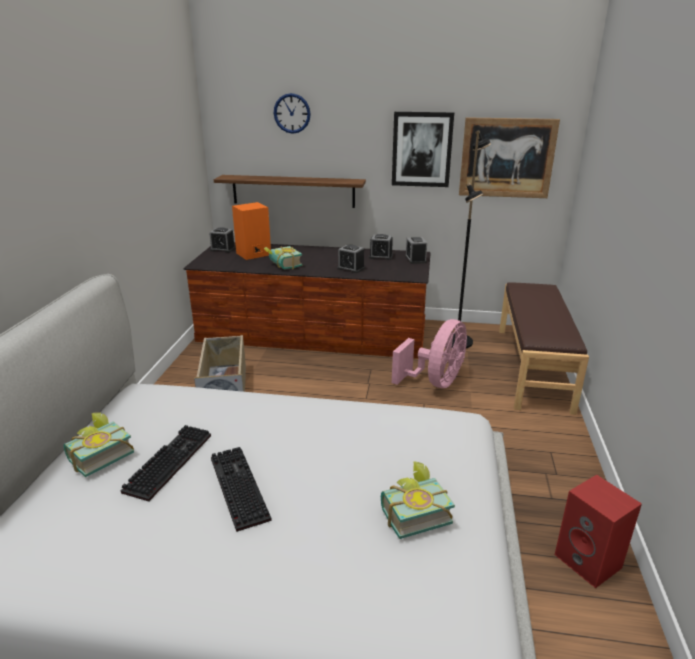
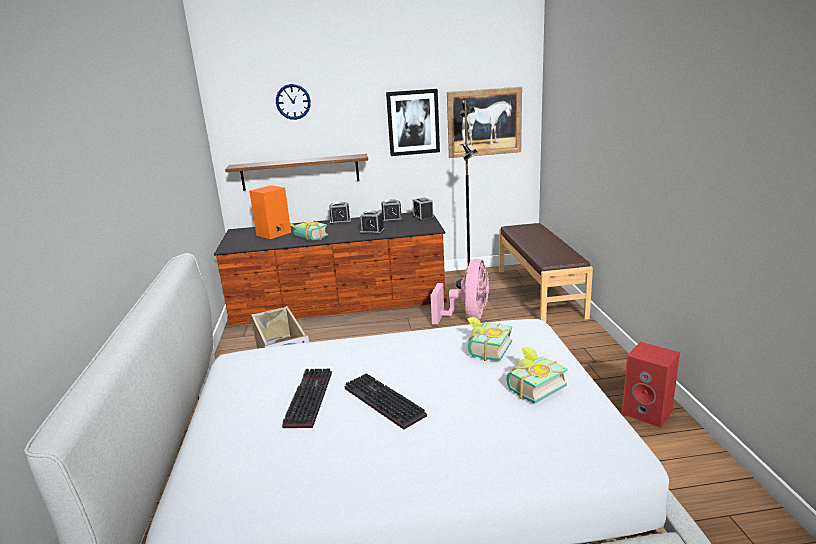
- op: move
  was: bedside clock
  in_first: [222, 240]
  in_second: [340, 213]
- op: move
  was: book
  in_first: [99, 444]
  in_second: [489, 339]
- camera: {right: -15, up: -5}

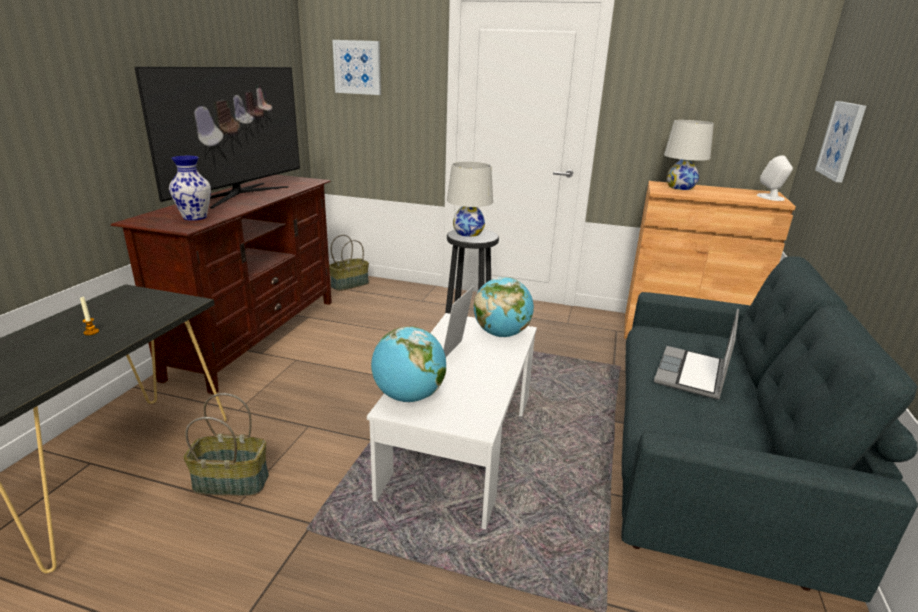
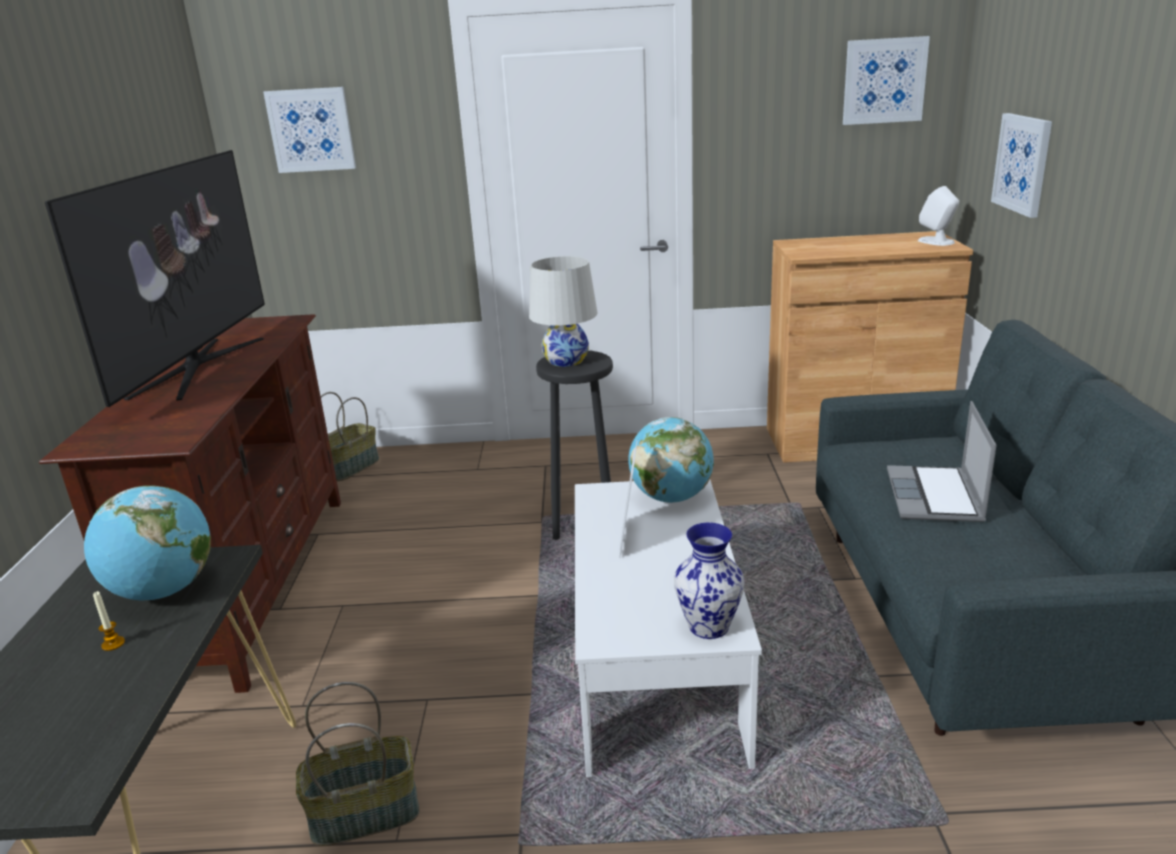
- op: delete
  was: white tabletop lamp
  in_first: [689, 155]
- op: move
  was: flower vase
  in_first: [190, 188]
  in_second: [709, 581]
- op: move
  was: globe
  in_first: [408, 364]
  in_second: [147, 543]
- op: insert
  now: wall picture
  in_second: [886, 80]
- camera: {right: -15, up: 0}

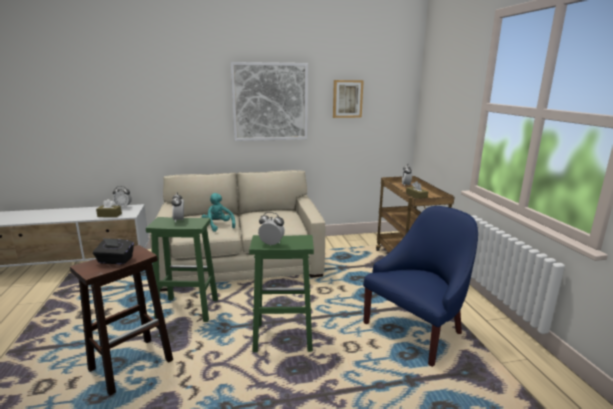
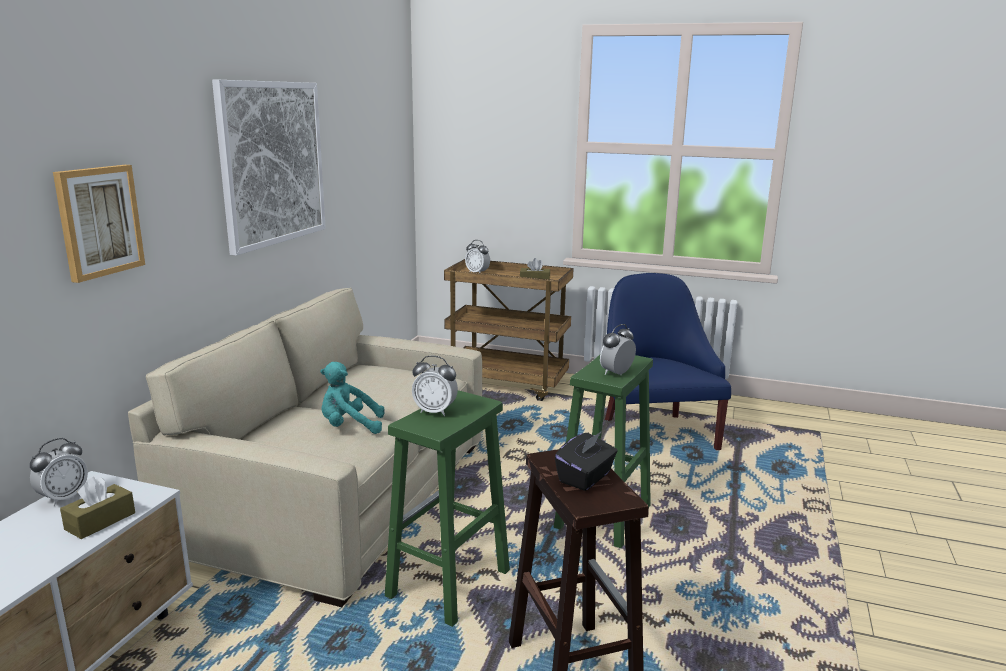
- op: move
  was: wall picture
  in_first: [348, 99]
  in_second: [99, 224]
- camera: {right: -60, up: 0}

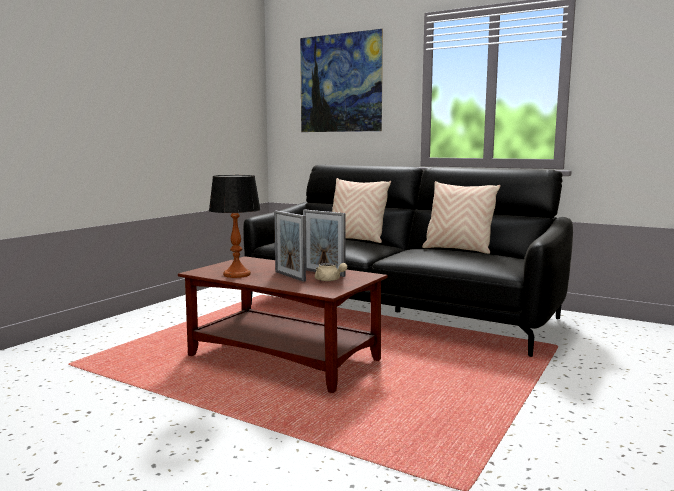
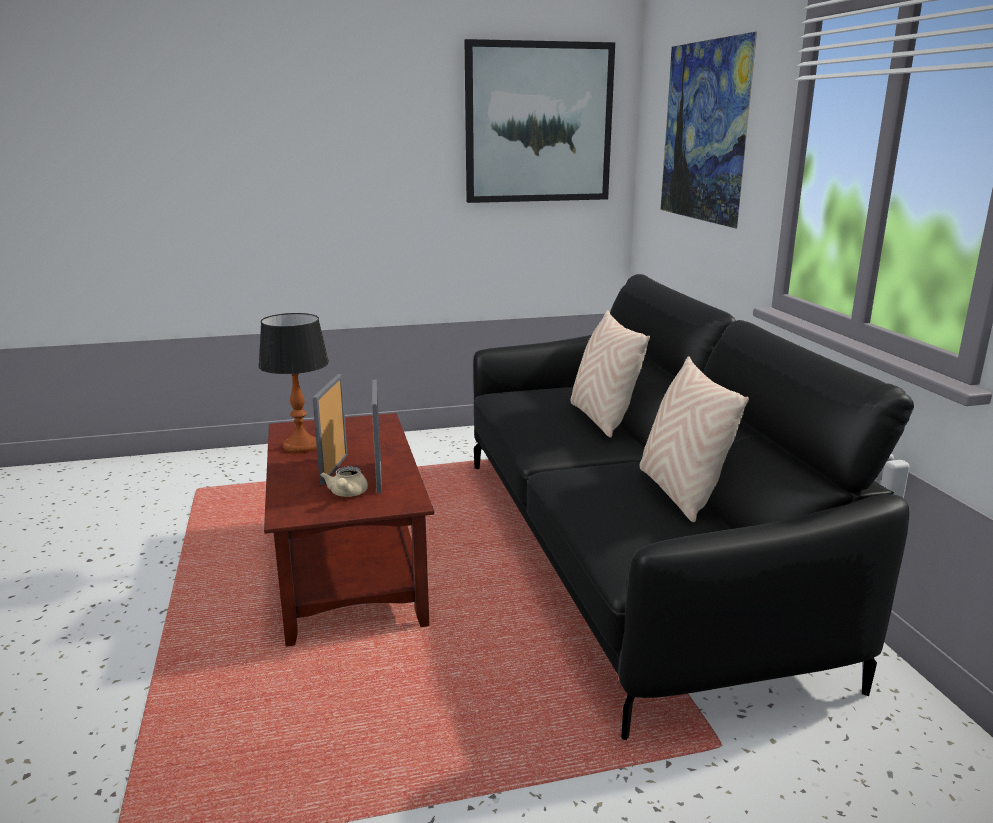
- op: insert
  now: wall picture
  in_second: [540, 121]
- camera: {right: 45, up: 10}

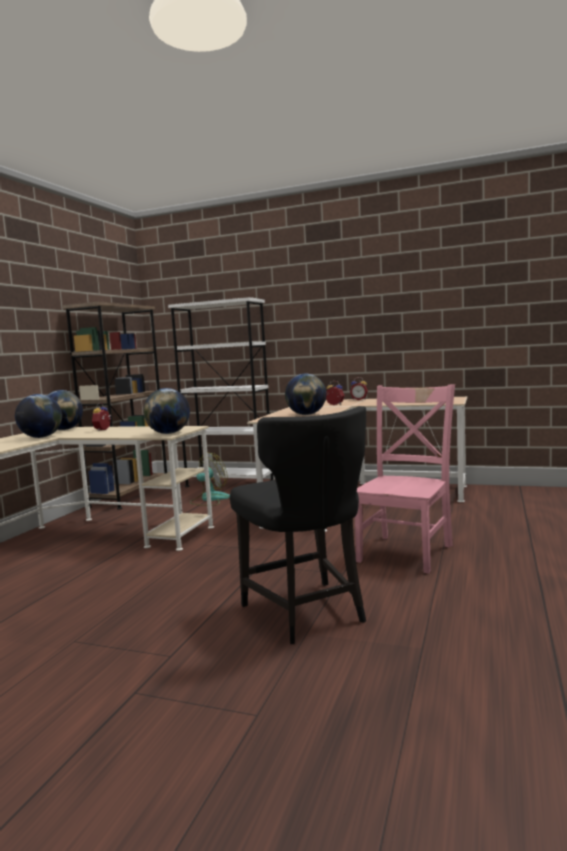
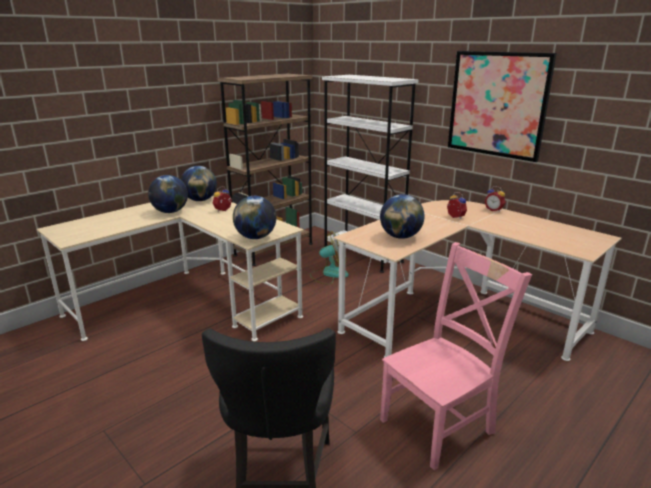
- op: insert
  now: wall picture
  in_second: [502, 106]
- camera: {right: 25, up: 15}

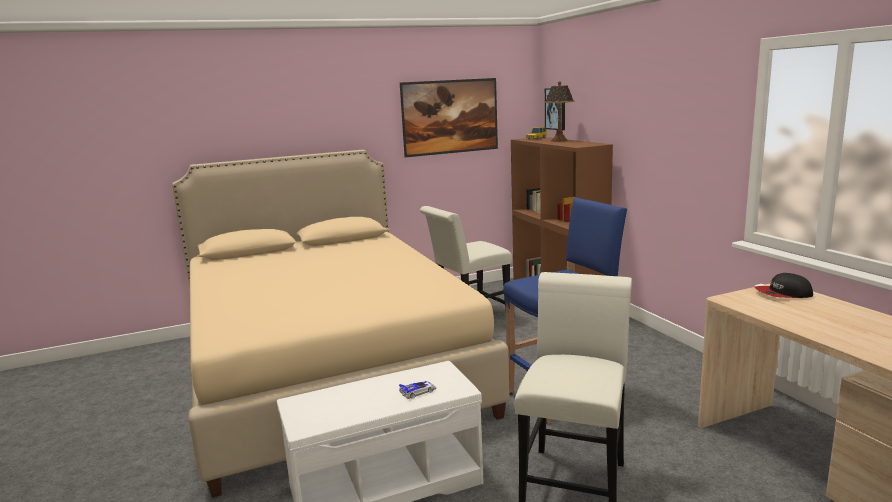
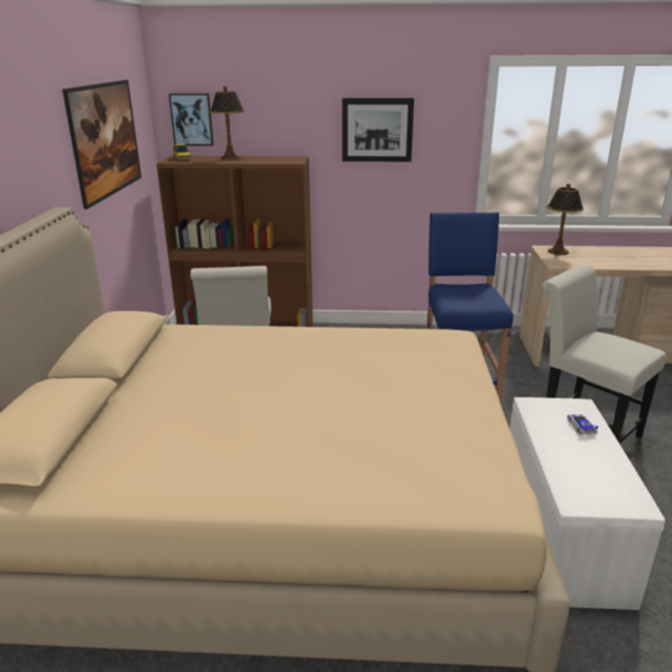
- op: replace
  was: baseball cap
  now: tabletop lamp
  in_first: [783, 285]
  in_second: [565, 219]
- op: insert
  now: wall picture
  in_second: [378, 130]
- camera: {right: -65, up: 10}

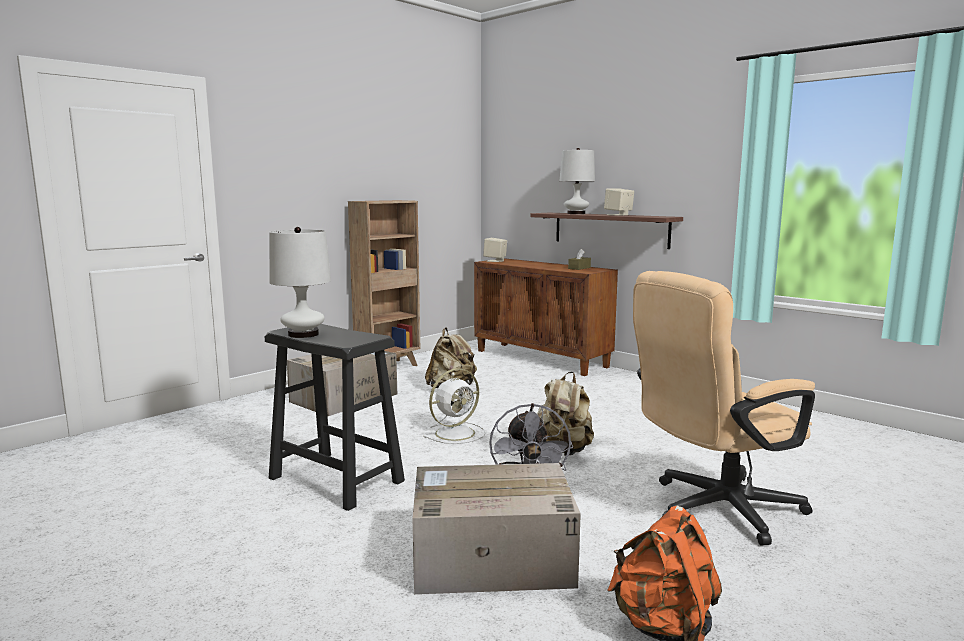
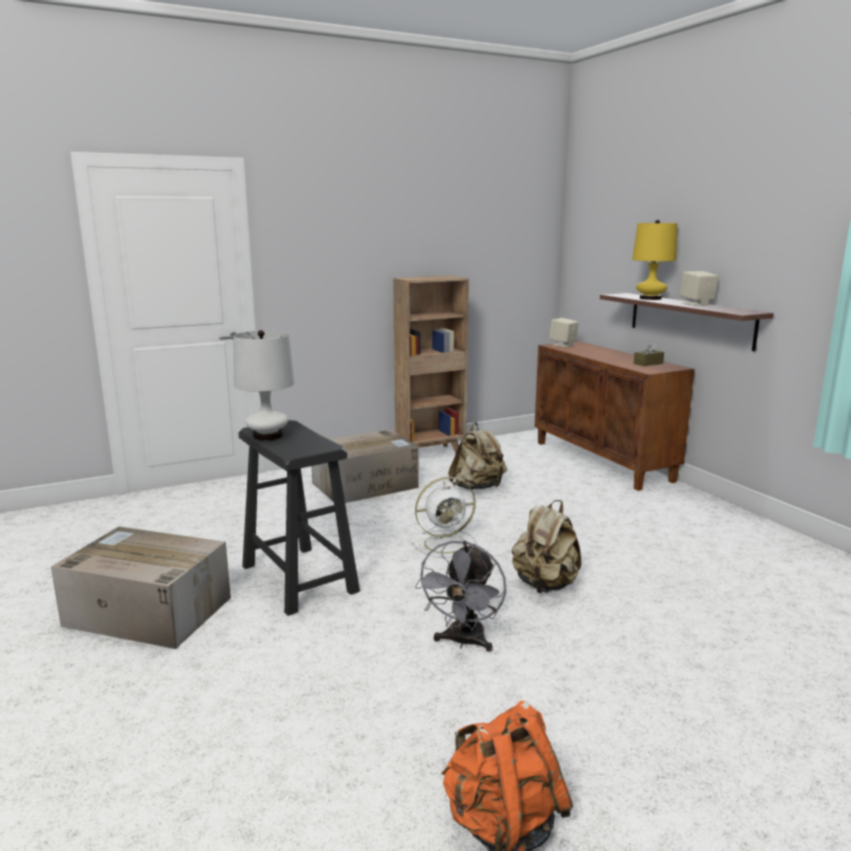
- op: recolor
  was: white tabletop lamp
  now: yellow-coloured tabletop lamp
  in_first: [577, 181]
  in_second: [655, 260]
- op: delete
  was: sand-coloured office chair
  in_first: [724, 408]
- op: move
  was: cardboard box
  in_first: [496, 528]
  in_second: [141, 587]
- camera: {right: 20, up: 5}

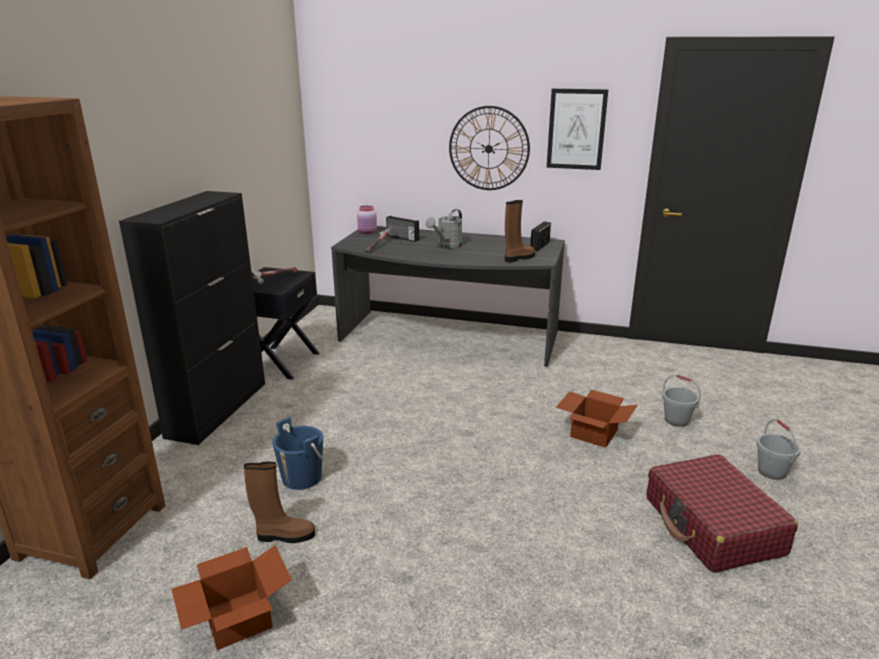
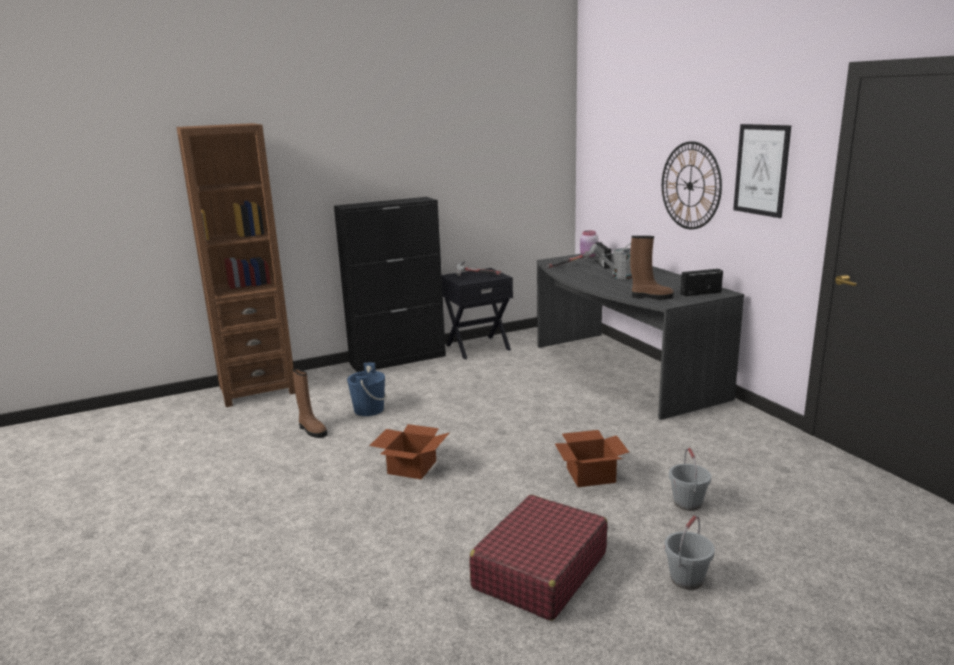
- op: move
  was: cardboard box
  in_first: [232, 597]
  in_second: [409, 451]
- camera: {right: 50, up: -5}

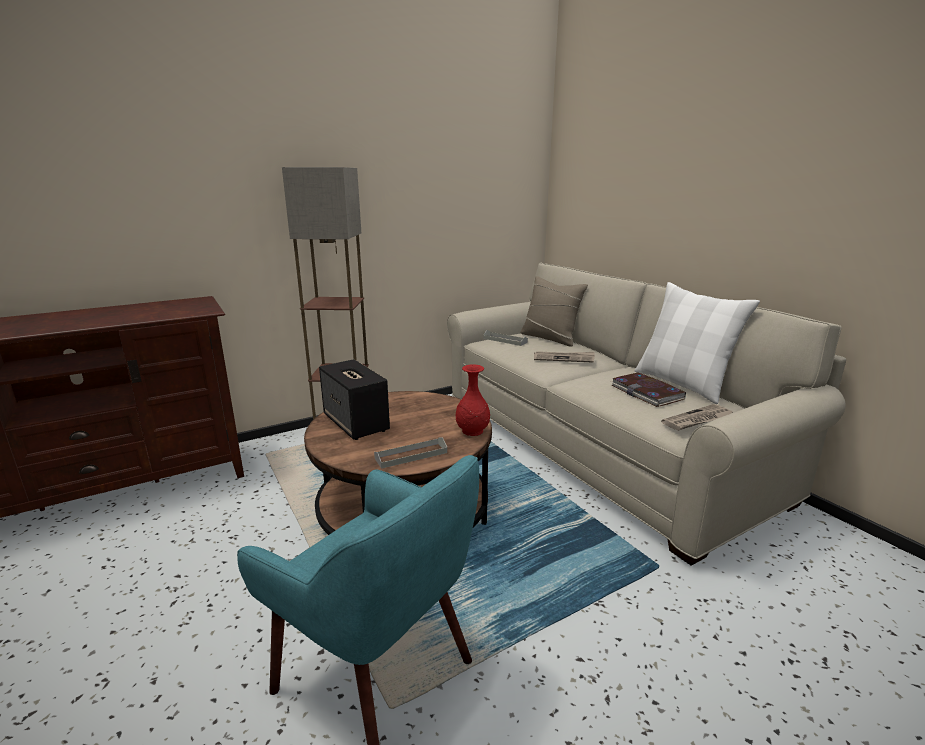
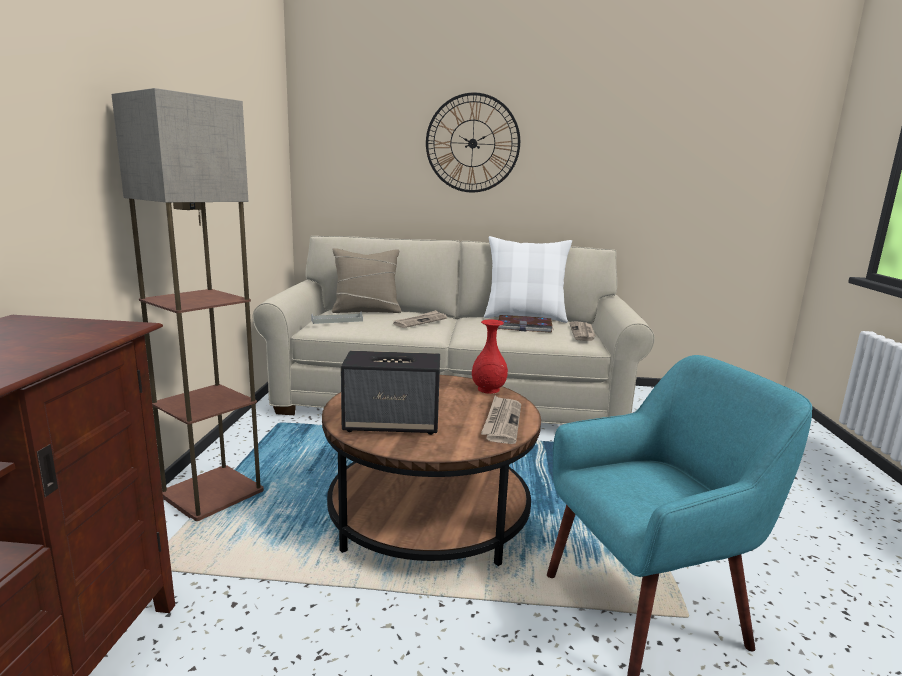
- op: replace
  was: gray carrying tray
  now: daily paper
  in_first: [410, 453]
  in_second: [501, 420]
- op: insert
  now: hanging clock
  in_second: [473, 143]
- camera: {right: -55, up: -5}

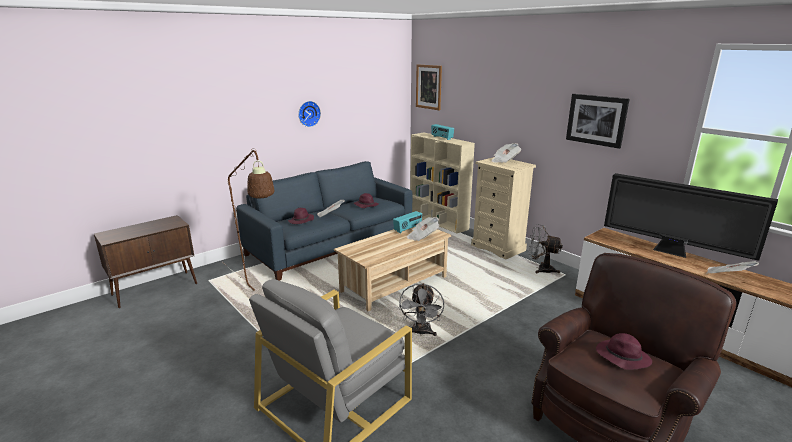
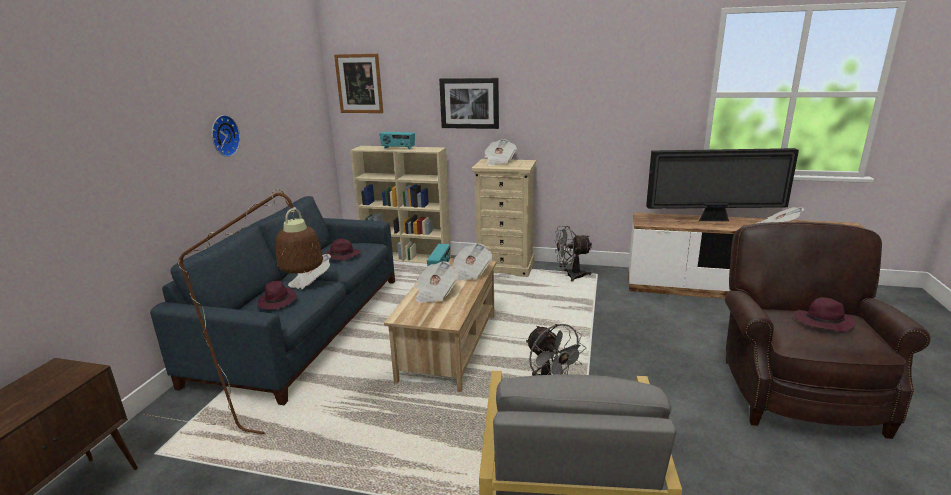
- op: move
  was: wall picture
  in_first: [598, 121]
  in_second: [469, 103]
- op: insert
  now: daily paper
  in_second: [437, 282]
- camera: {right: -35, up: 0}

